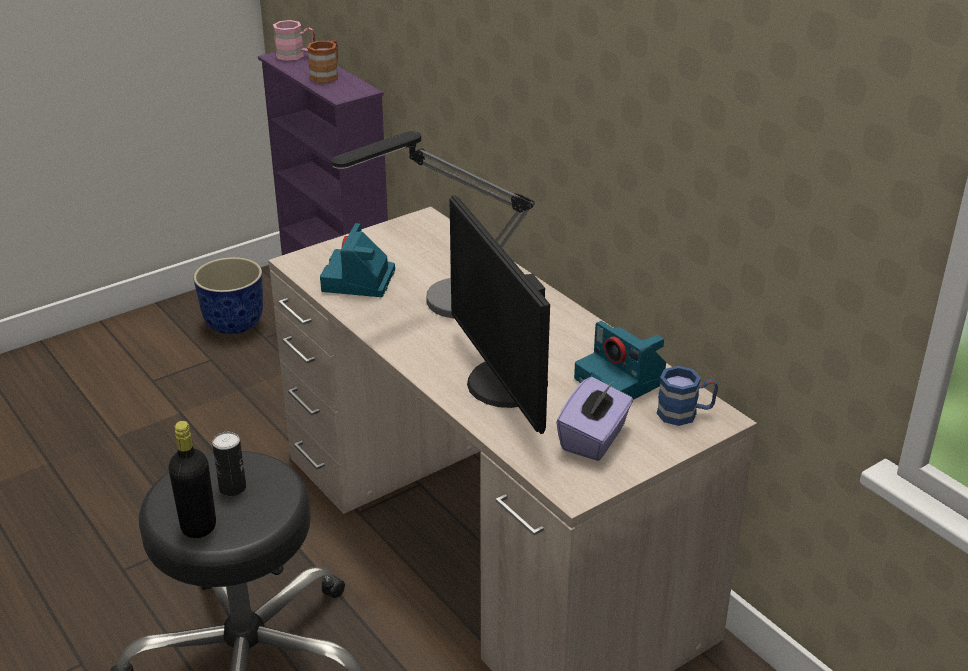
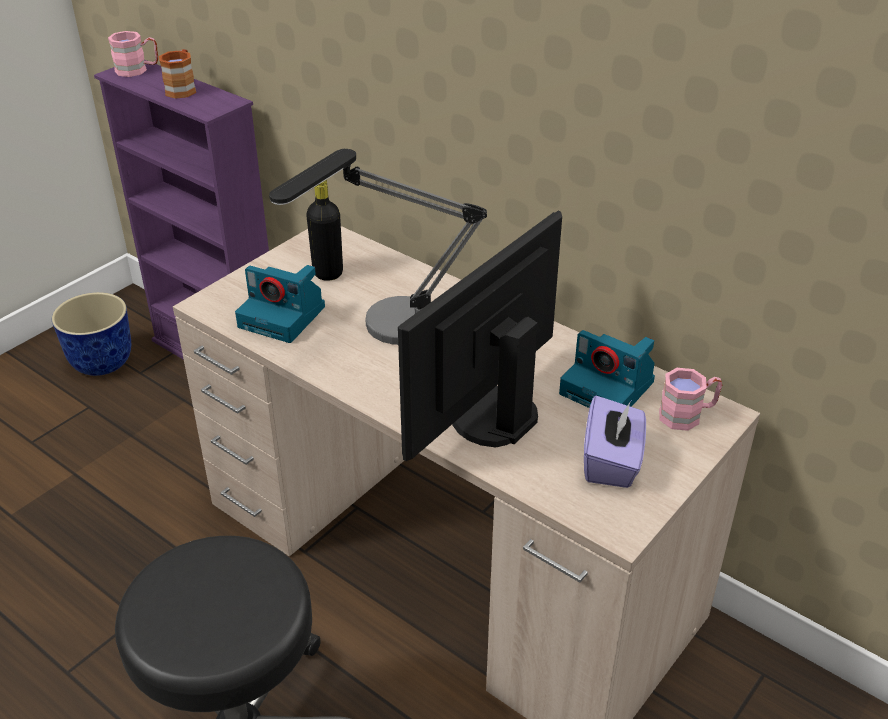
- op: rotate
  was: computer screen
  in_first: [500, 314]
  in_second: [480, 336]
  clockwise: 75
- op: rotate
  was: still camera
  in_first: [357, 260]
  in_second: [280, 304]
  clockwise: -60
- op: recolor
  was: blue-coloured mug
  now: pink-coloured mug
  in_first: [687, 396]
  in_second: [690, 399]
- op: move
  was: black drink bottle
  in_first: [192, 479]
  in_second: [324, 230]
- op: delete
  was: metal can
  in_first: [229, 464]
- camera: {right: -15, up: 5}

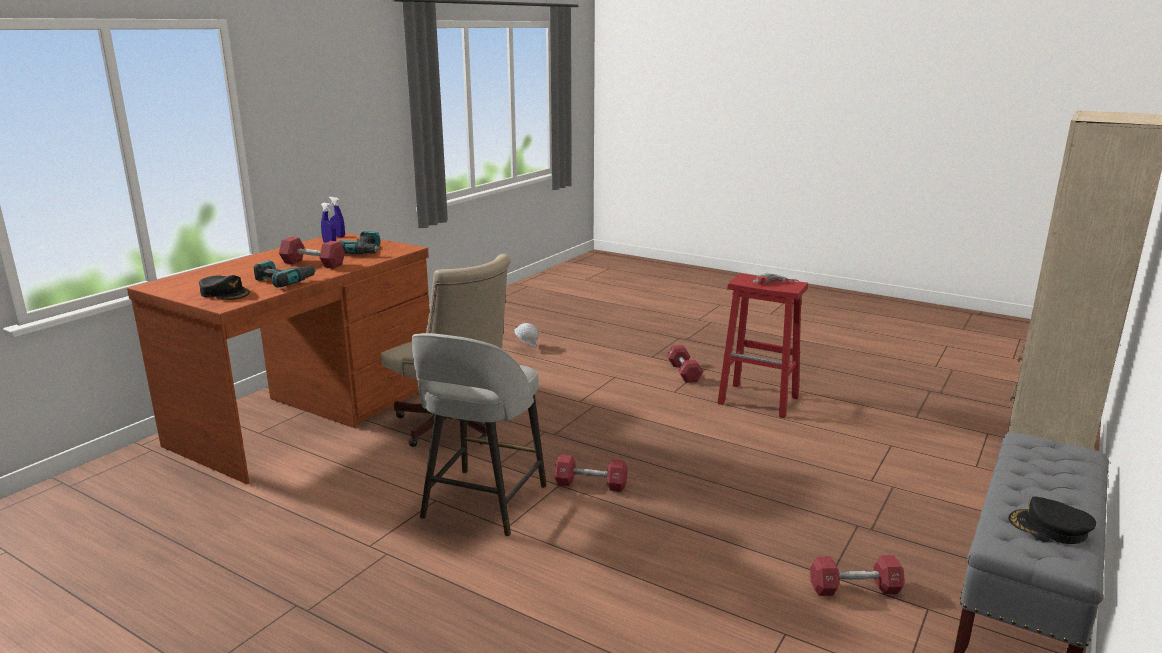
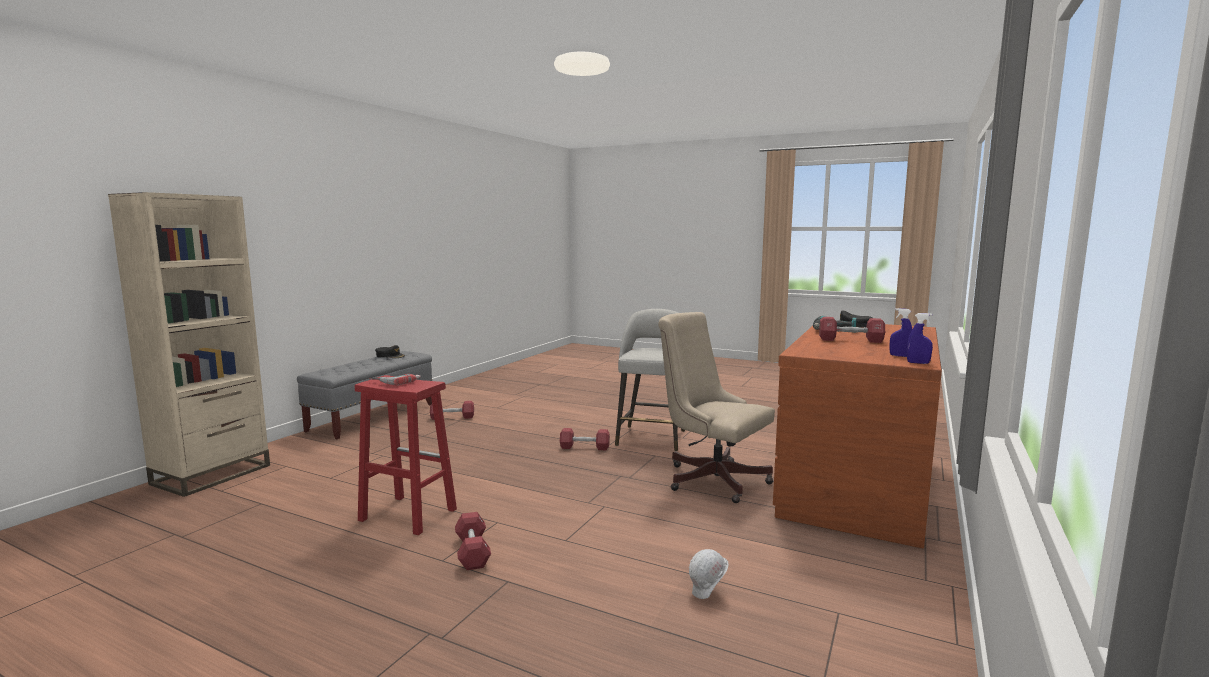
- op: delete
  was: electric drill
  in_first: [360, 243]
- camera: {right: 175, up: -10}

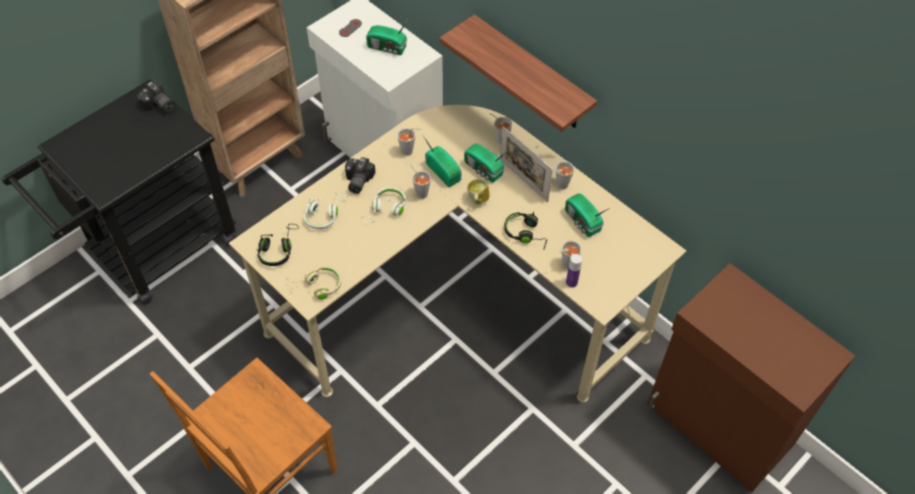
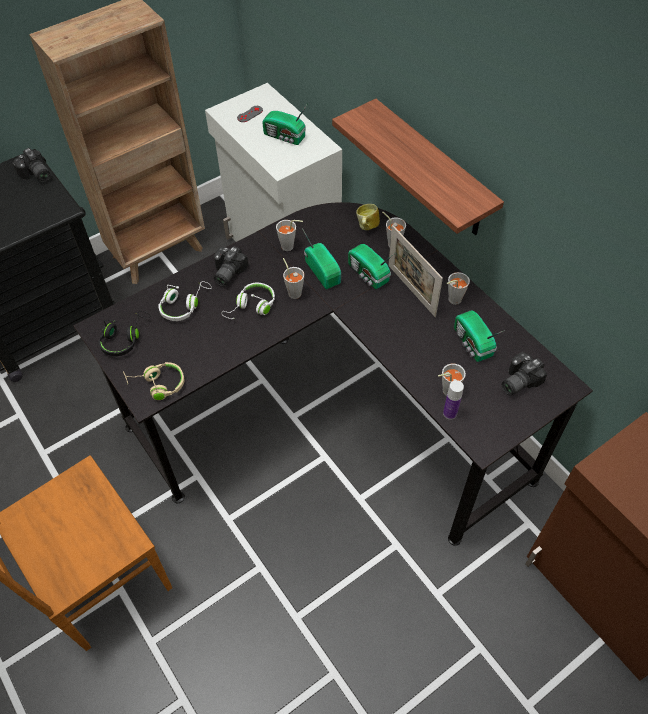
- op: recolor
  was: sand-coloured desk unit
  now: black desk unit
  in_first: [457, 254]
  in_second: [333, 374]
- op: move
  was: mug
  in_first: [478, 191]
  in_second: [368, 217]
- op: delete
  was: black headset
  in_first: [526, 230]
- op: insert
  now: still camera
  in_second: [524, 373]
- camera: {right: 10, up: 0}

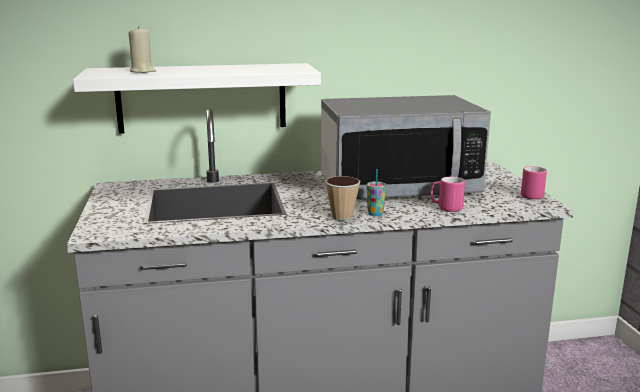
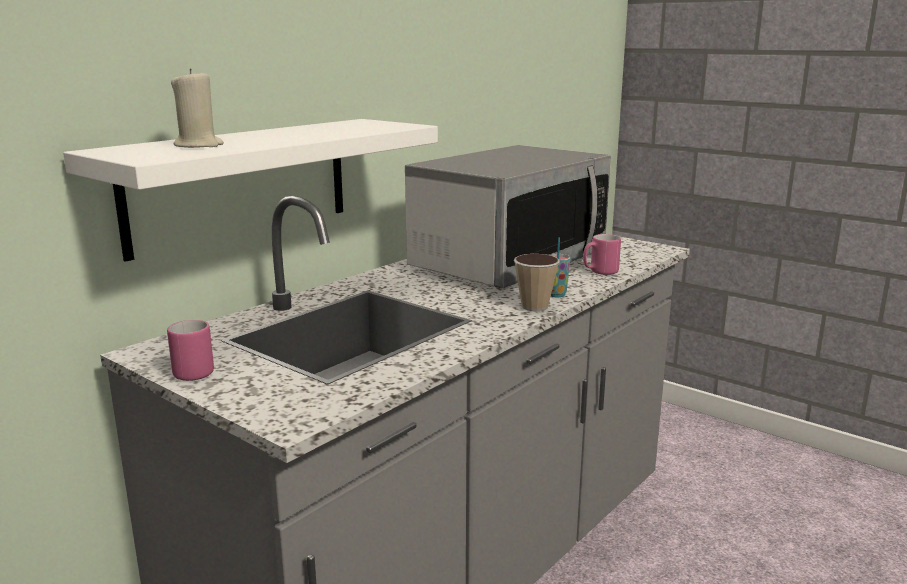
- op: move
  was: pink-coloured mug
  in_first: [534, 182]
  in_second: [190, 350]
- camera: {right: -40, up: 0}

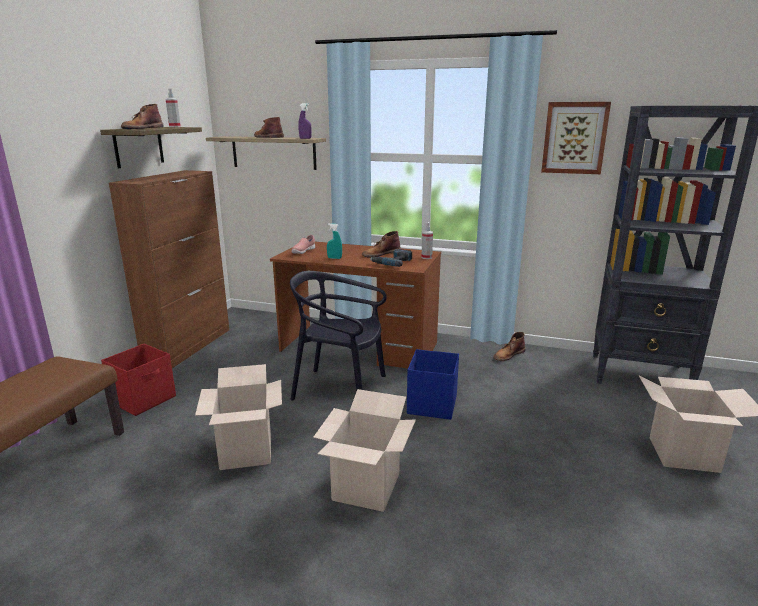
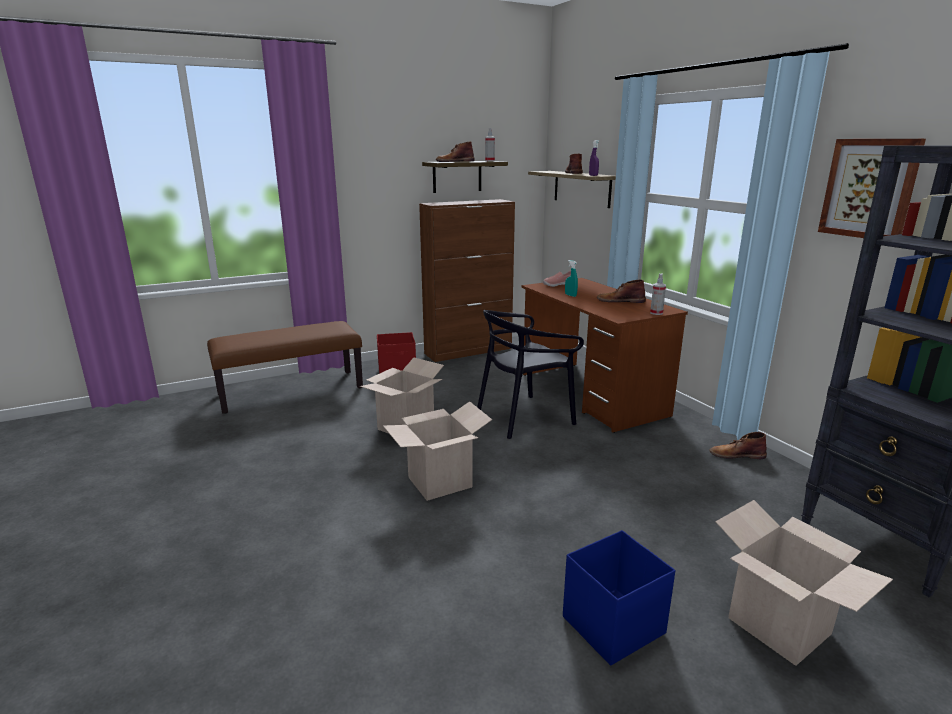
- op: delete
  was: electric drill
  in_first: [391, 258]
- op: rotate
  was: black upright chair
  in_first: [338, 335]
  in_second: [530, 374]
  clockwise: -90
- op: move
  was: blue-coloured storage box
  in_first: [433, 384]
  in_second: [619, 598]
- camera: {right: 45, up: 0}

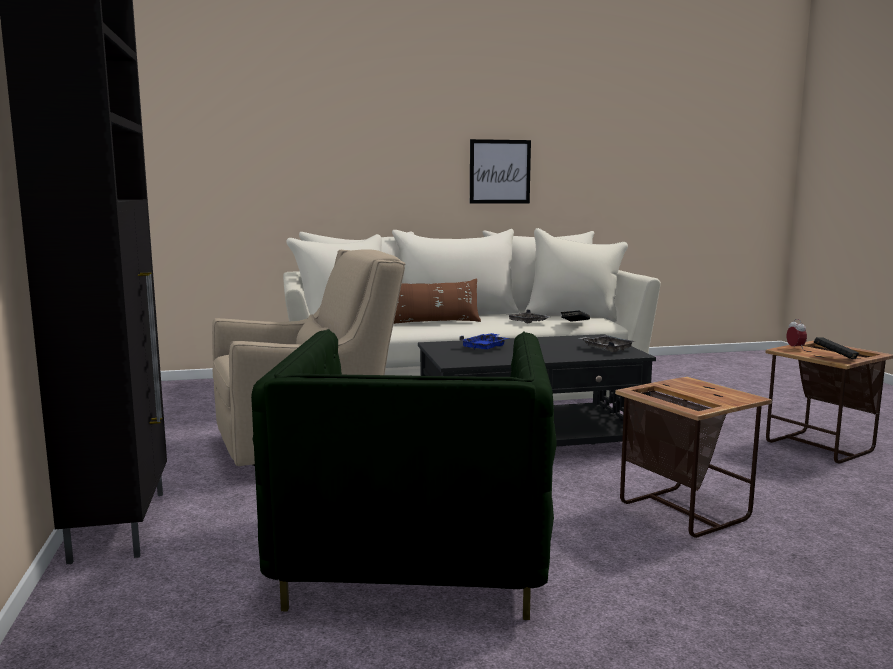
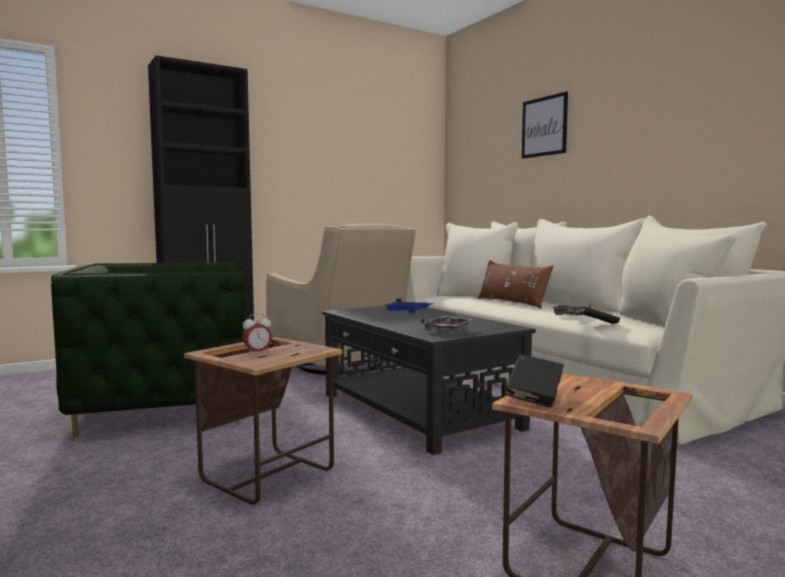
- op: move
  was: wall picture
  in_first: [500, 171]
  in_second: [545, 125]
- op: move
  was: bedside clock
  in_first: [797, 334]
  in_second: [257, 335]
- camera: {right: 70, up: -5}

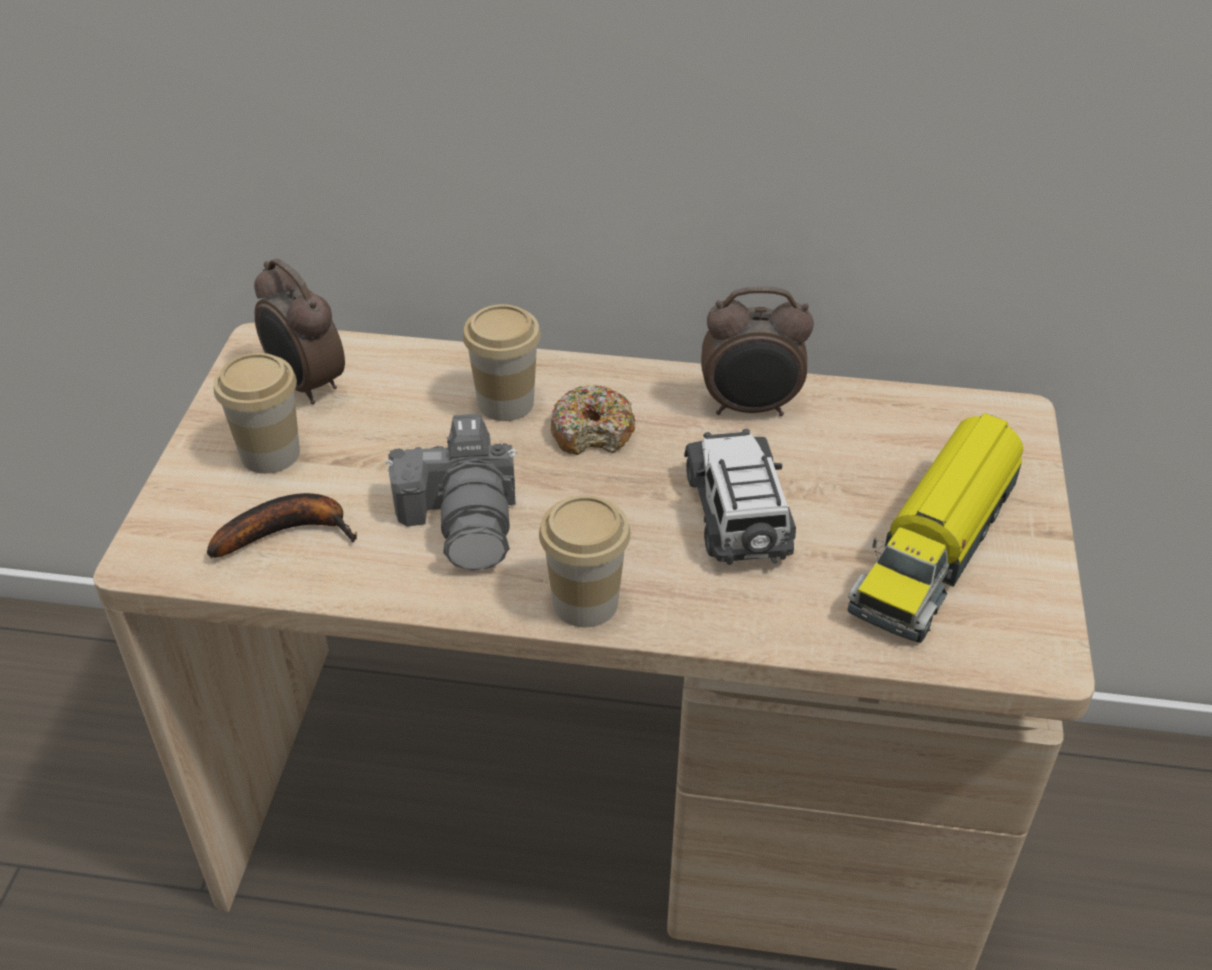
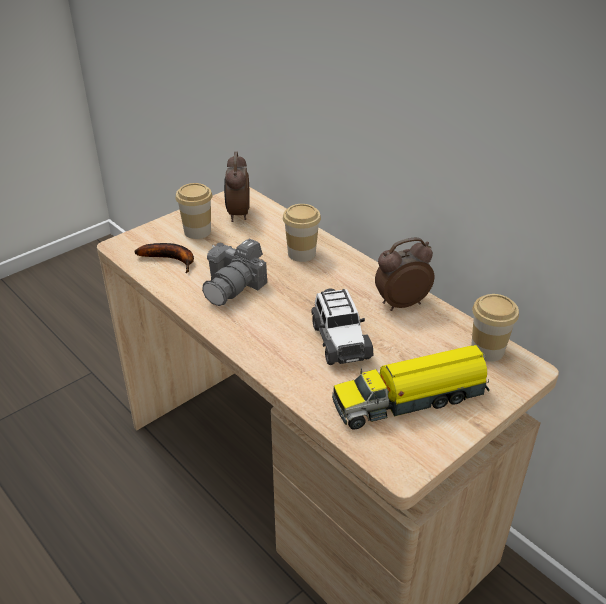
- op: rotate
  was: bedside clock
  in_first: [757, 351]
  in_second: [404, 274]
  clockwise: 120
- op: delete
  was: ring doughnut
  in_first: [593, 420]
- op: rotate
  was: toy car
  in_first: [740, 497]
  in_second: [342, 326]
  clockwise: 135
- op: move
  was: cup
  in_first: [585, 561]
  in_second: [495, 328]
- camera: {right: 40, up: -5}

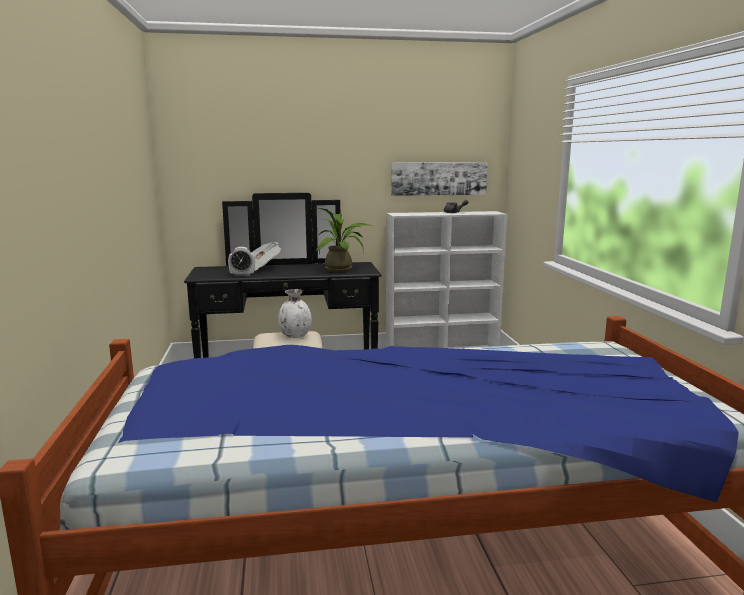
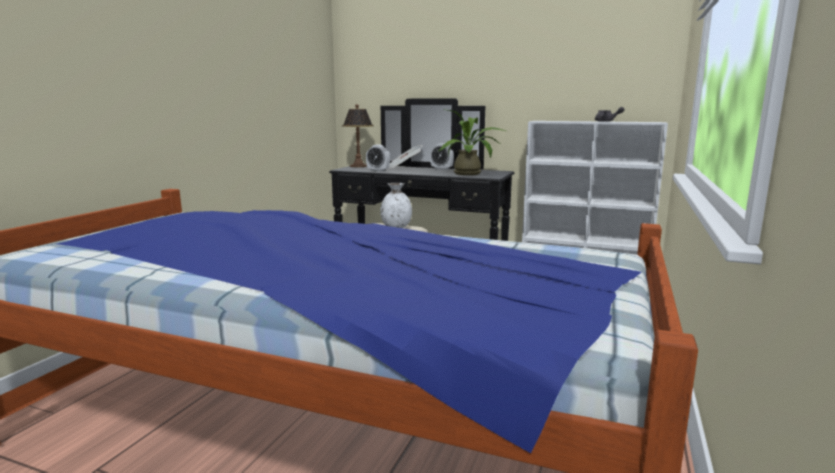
- op: delete
  was: wall picture
  in_first: [439, 179]
- op: insert
  now: tabletop lamp
  in_second: [358, 135]
- op: insert
  now: bedside clock
  in_second: [442, 156]
- camera: {right: 30, up: 0}

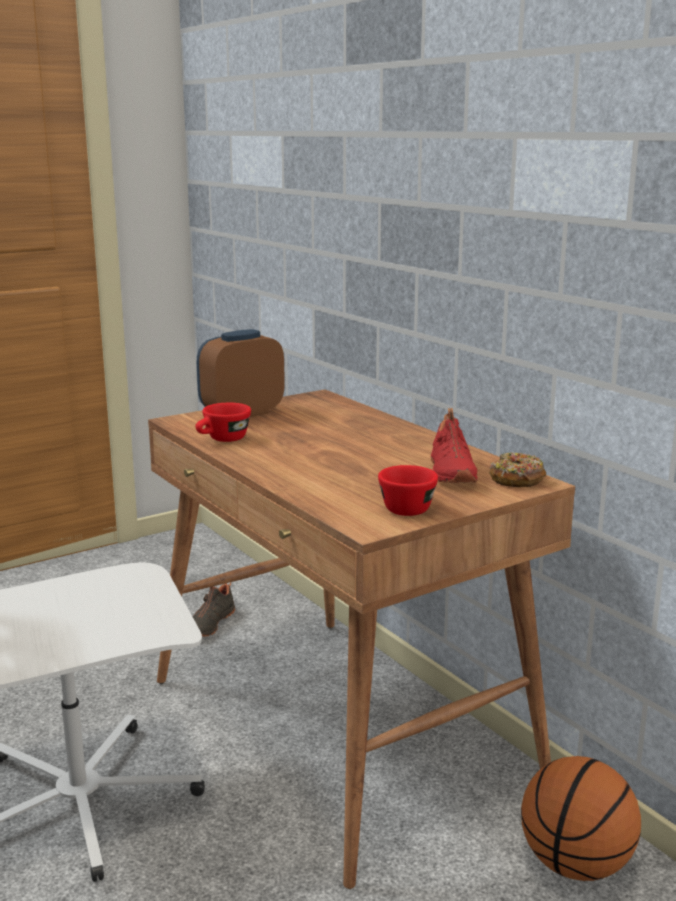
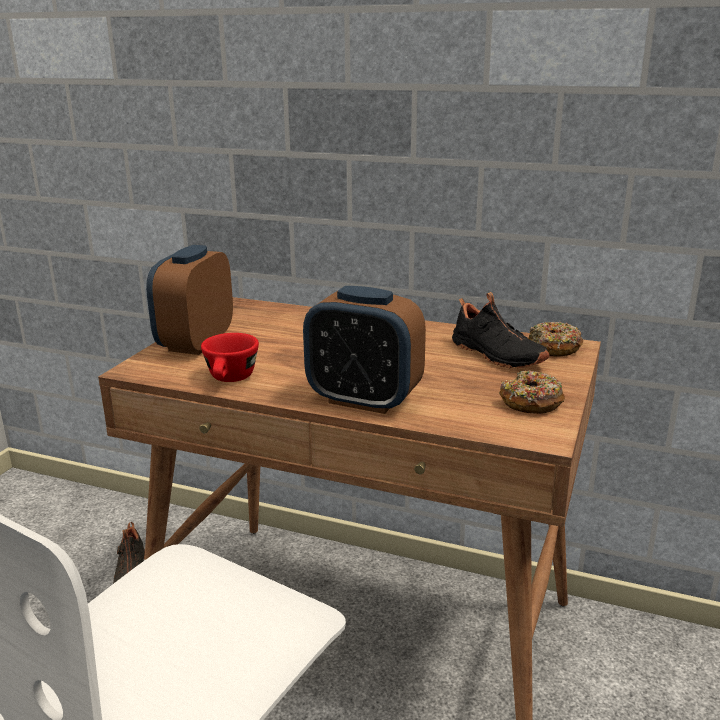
- op: recolor
  was: reddish item of footwear
  now: black item of footwear
  in_first: [454, 445]
  in_second: [500, 330]
- op: replace
  was: reddish cup
  now: ring doughnut
  in_first: [408, 490]
  in_second: [532, 392]
- op: delete
  was: basketball
  in_first: [581, 818]
- op: insert
  now: bedside clock
  in_second: [364, 350]
- camera: {right: -35, up: 5}

